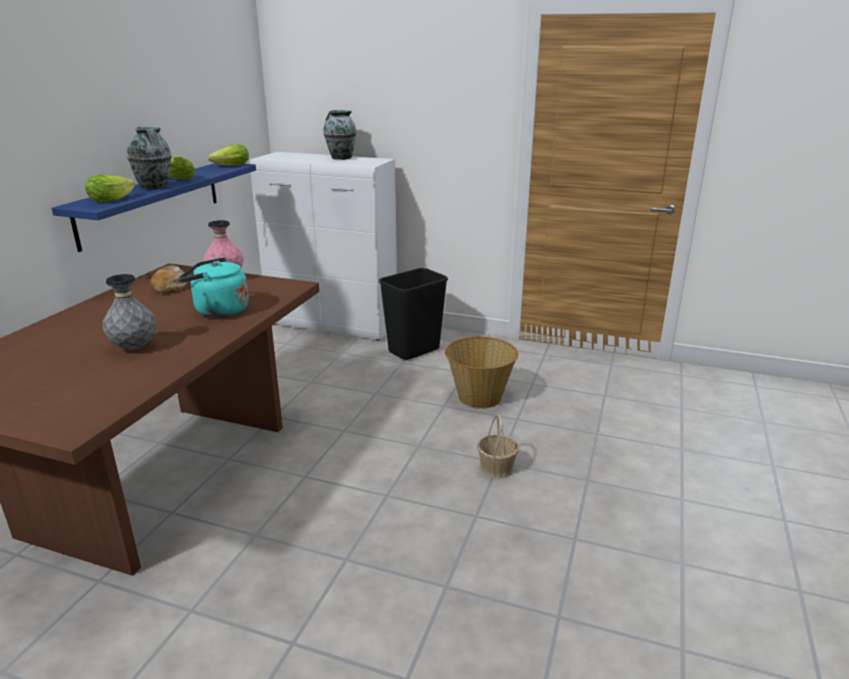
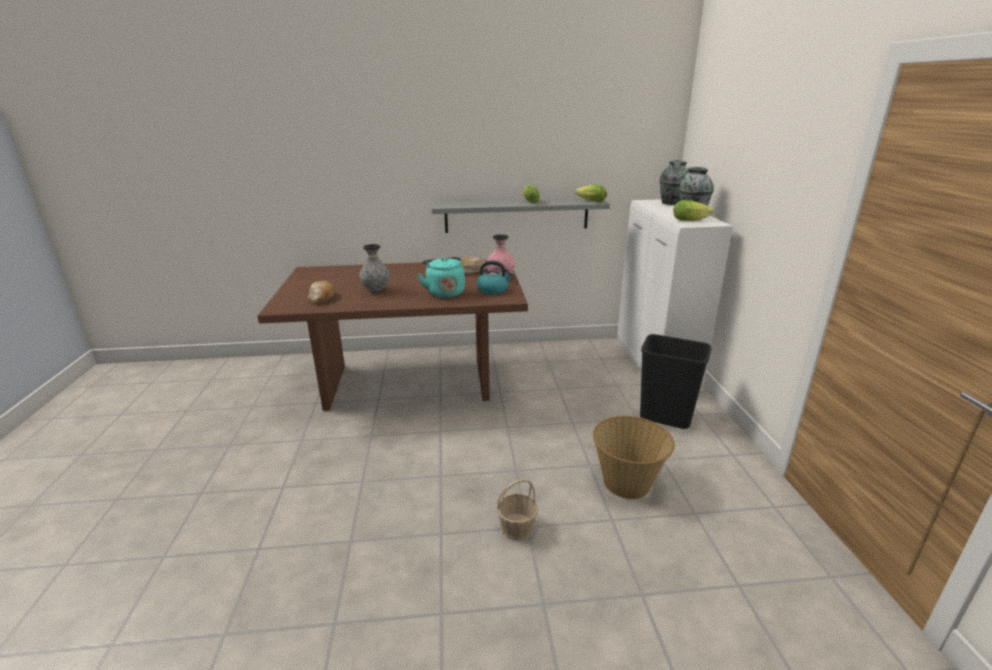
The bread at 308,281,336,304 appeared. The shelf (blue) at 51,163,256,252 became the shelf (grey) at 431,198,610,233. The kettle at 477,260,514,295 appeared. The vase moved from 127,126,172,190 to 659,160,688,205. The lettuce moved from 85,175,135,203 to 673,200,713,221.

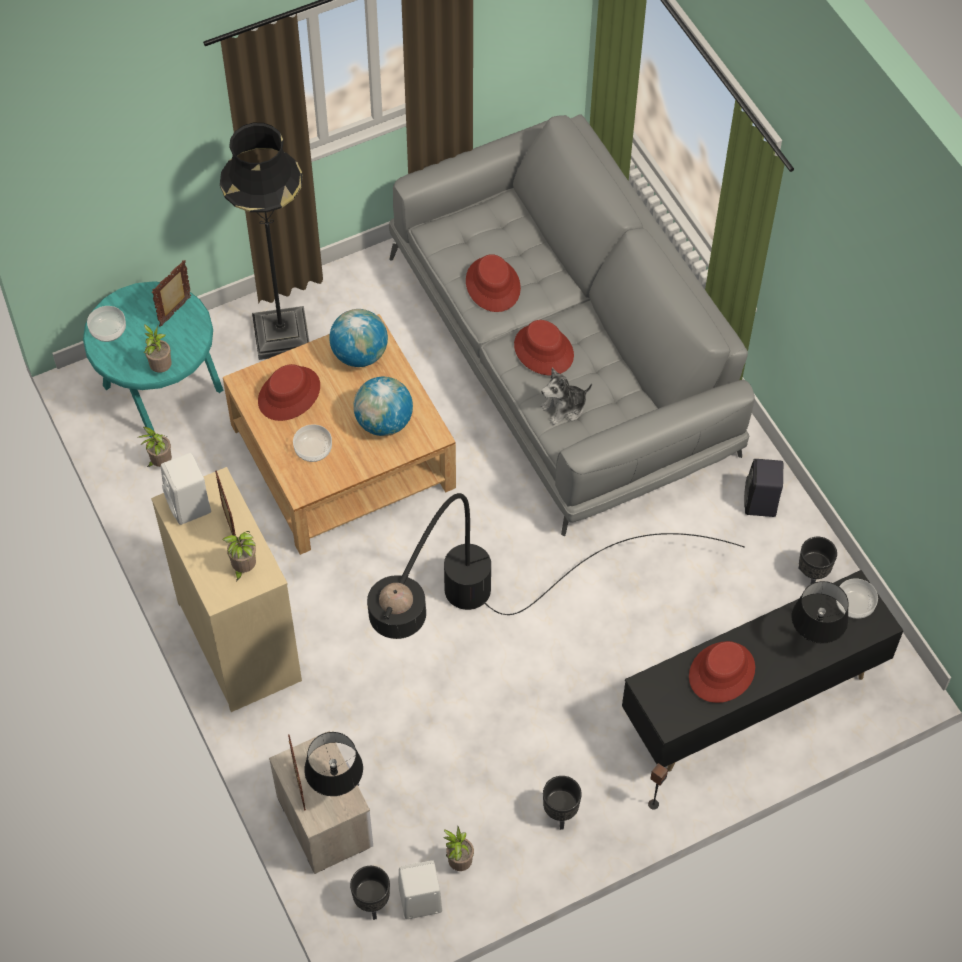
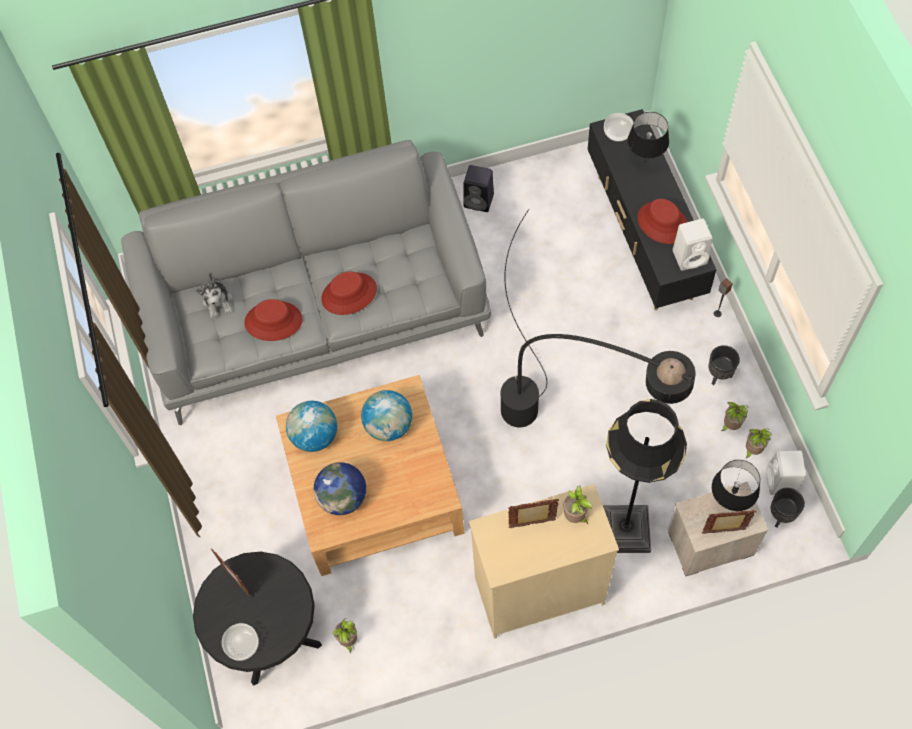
The side table (turquoise) at 83,281,223,438 became the side table (black) at 193,551,322,686. The plush toy moved from 541,368,592,425 to 196,273,233,319. The hat (red) at 258,364,320,421 was replaced by the globe at 314,462,366,515. The floor lamp (black) moved from 220,123,310,360 to 603,399,687,553. The speaker (white) moved from 161,453,211,525 to 673,219,712,271. The potted plant moved from 144,325,172,373 to 722,402,748,431. The bowl at 293,424,332,462 disappeared. The planter (black) at 798,537,837,585 disappeared.

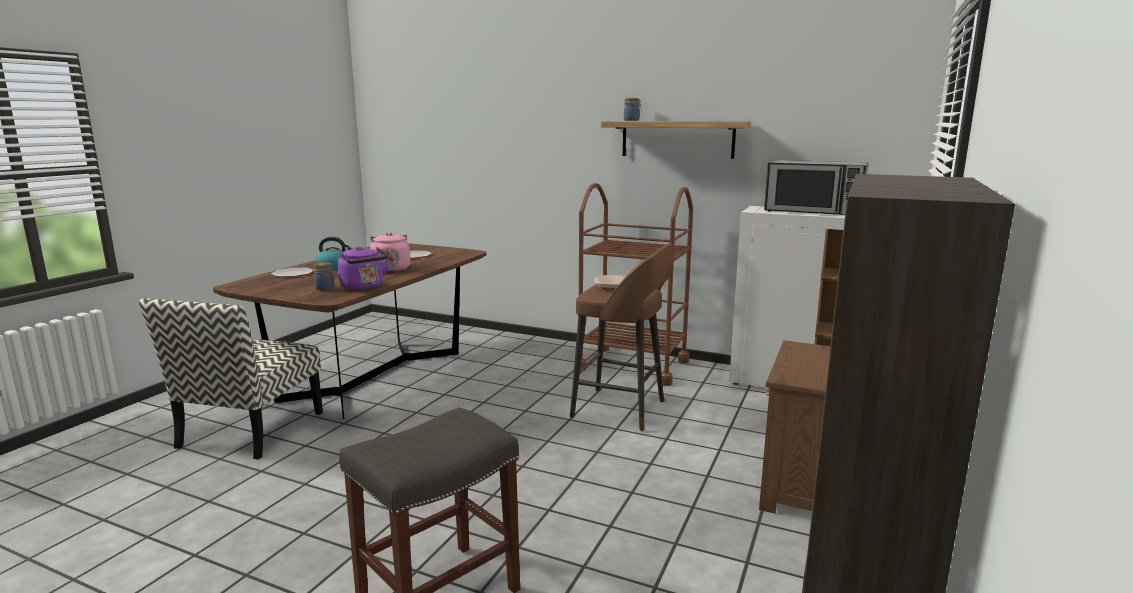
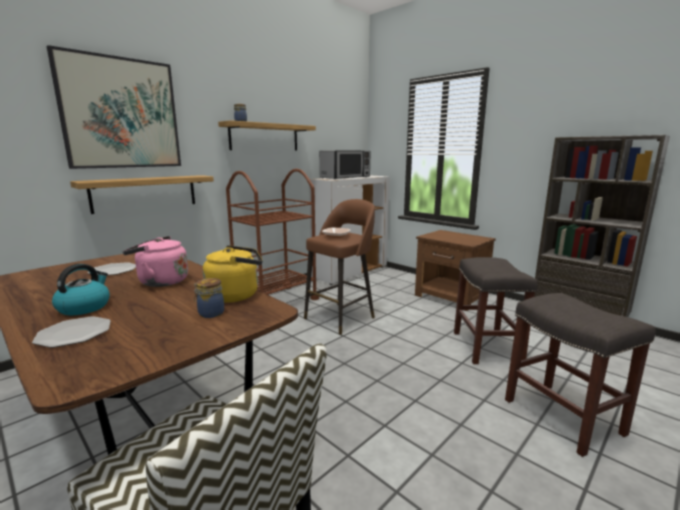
The picture at 47,45,181,169 appeared. The shelf at 70,175,214,214 appeared. The kettle (purple) at 338,246,389,290 became the kettle (yellow) at 203,245,263,303. The stool (grey) at 454,257,538,364 appeared.

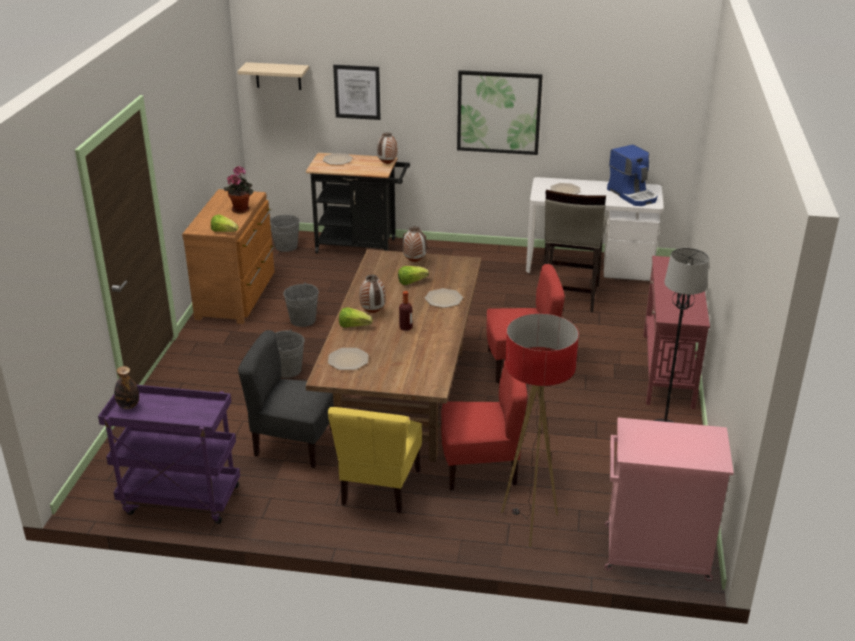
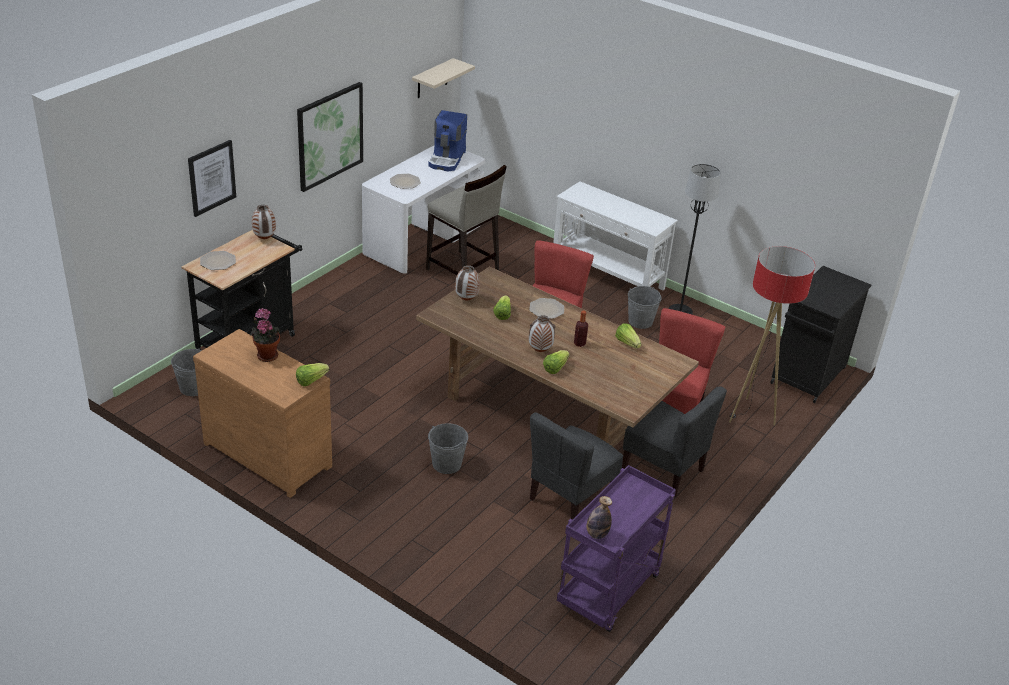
The shelf (beige) moved from 237,62,309,90 to 412,58,475,98. The coffee machine at 607,144,657,206 turned 105 degrees clockwise. The console table (red) at 643,256,710,409 became the console table (white) at 553,181,678,290. The lettuce at 615,323,641,349 appeared. The chair (yellow) at 328,407,422,513 became the chair (grey) at 622,386,727,498. The bucket (grey) moved from 283,282,319,327 to 628,286,662,329. The cabinet (pink) at 604,417,734,581 became the cabinet (black) at 770,266,871,403. The plate at 328,348,369,370 disappeared.

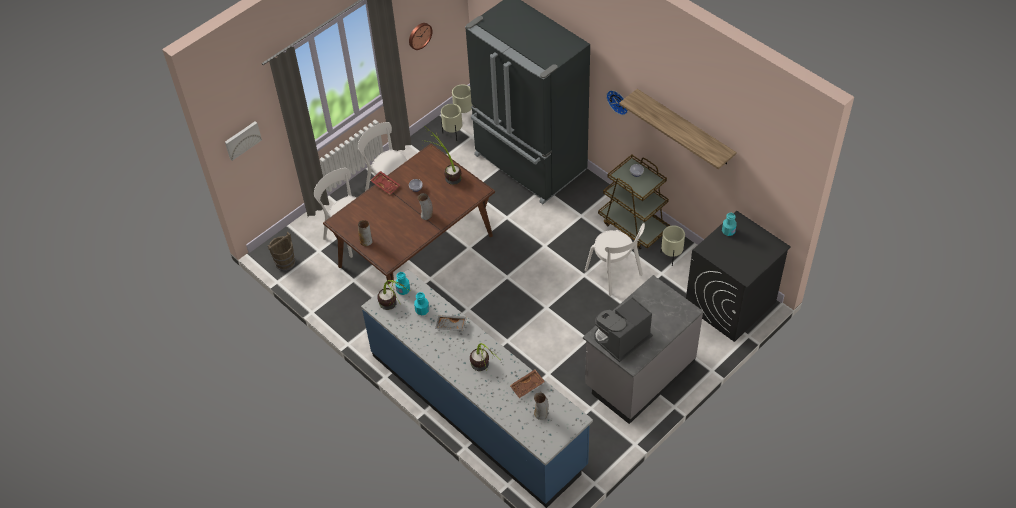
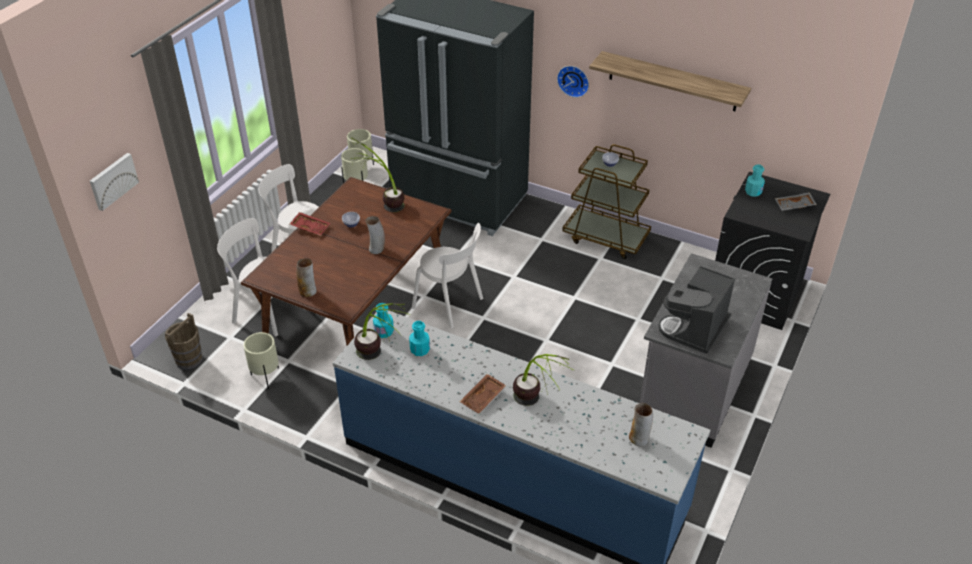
The planter (beige) moved from 661,225,685,266 to 243,332,279,389. The chair (white) moved from 585,223,645,296 to 412,223,483,328. The tray (brown) moved from 510,369,545,398 to 460,374,506,414. The tray (grey) moved from 435,315,467,331 to 775,192,817,211. The wall clock at 409,23,432,50 disappeared.

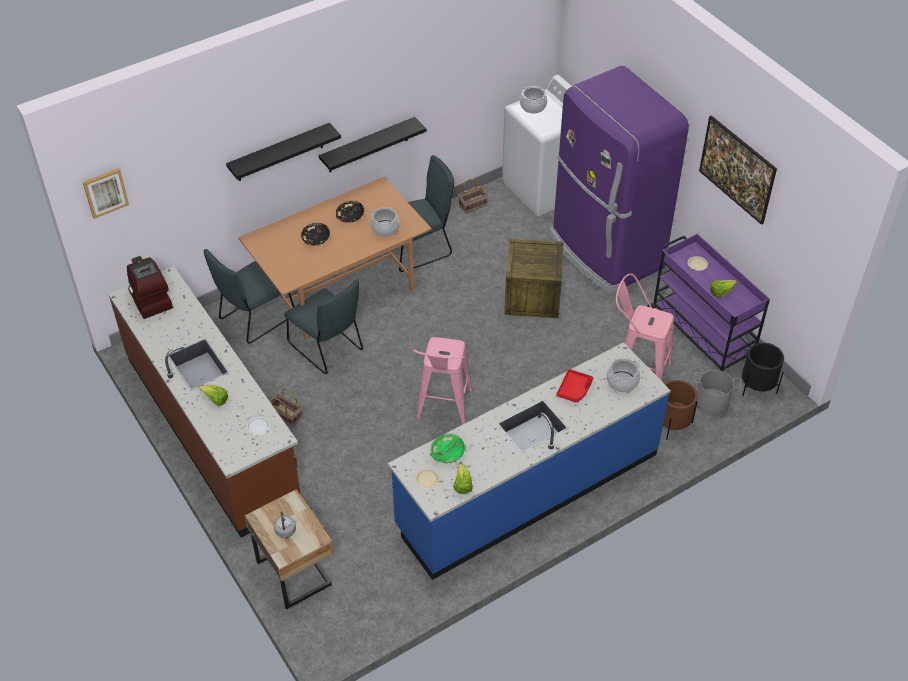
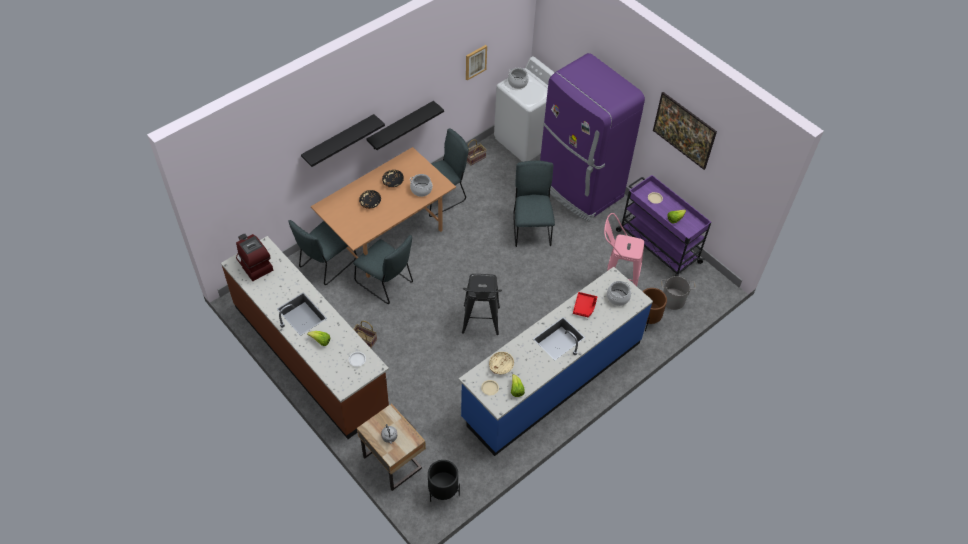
The planter (black) moved from 742,343,784,396 to 428,460,460,502. The stool (pink) at 413,337,473,425 became the stool (black) at 462,274,502,335. The picture moved from 83,168,129,219 to 466,45,487,80. The bowl (green) at 430,434,465,463 became the bowl (beige) at 489,352,514,374. The crate at 504,239,564,318 was replaced by the chair (grey) at 513,160,555,247.

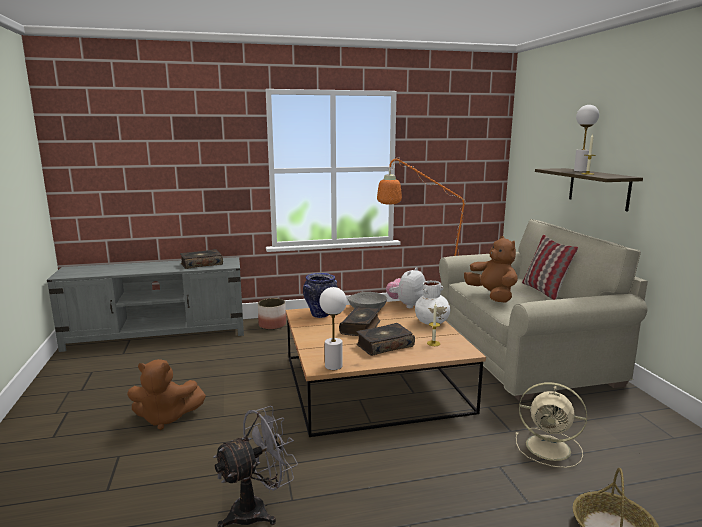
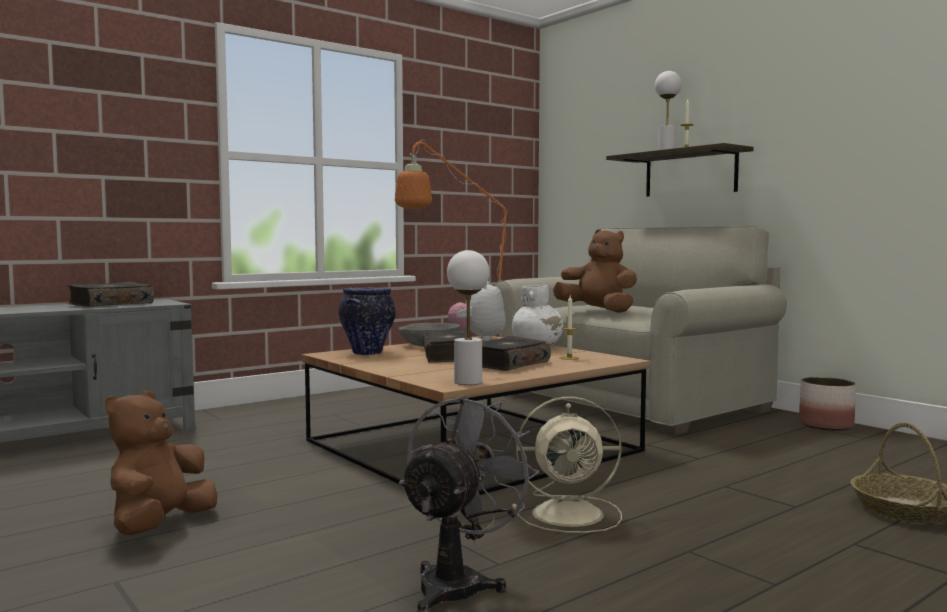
The plush toy (brown) at 127,359,206,430 turned 135 degrees clockwise. The fan (beige) moved from 516,382,587,468 to 512,396,622,533. The planter moved from 258,298,286,330 to 799,377,856,431. The pillow at 522,235,578,300 disappeared.

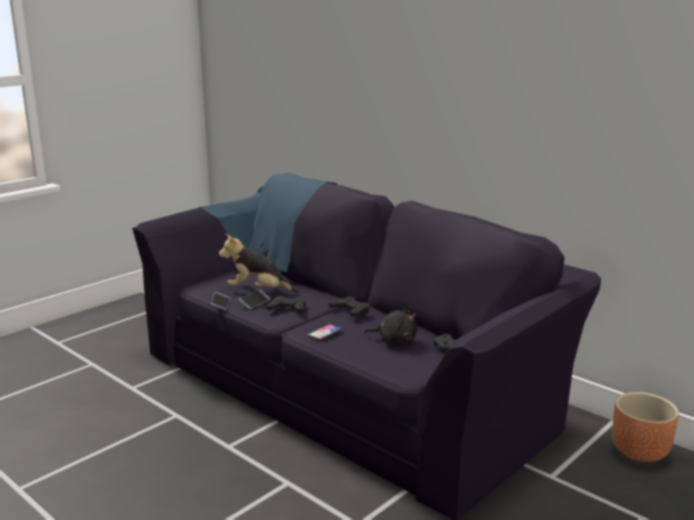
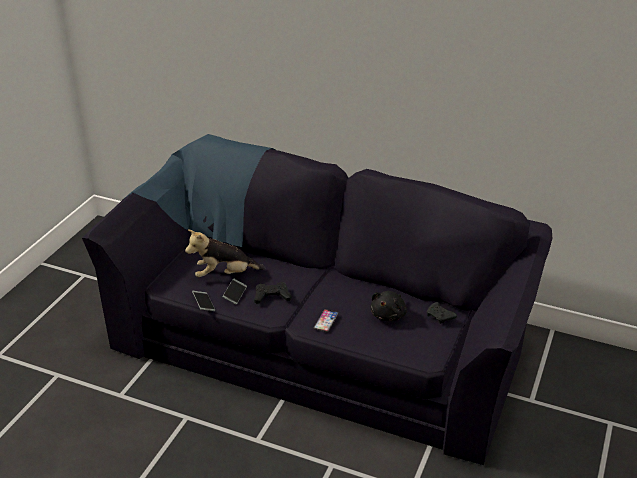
The plush toy (black) at 364,306,418,343 turned 120 degrees clockwise. The game controller (black) at 329,297,370,317 disappeared. The planter (brown) at 612,392,679,462 disappeared.

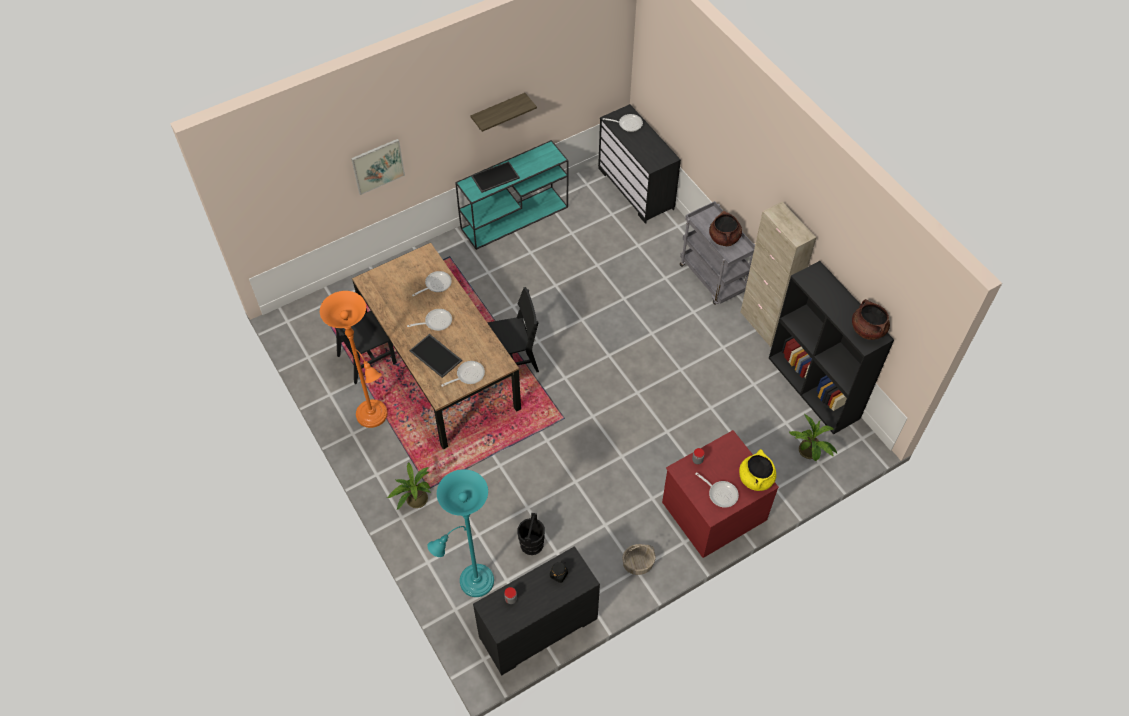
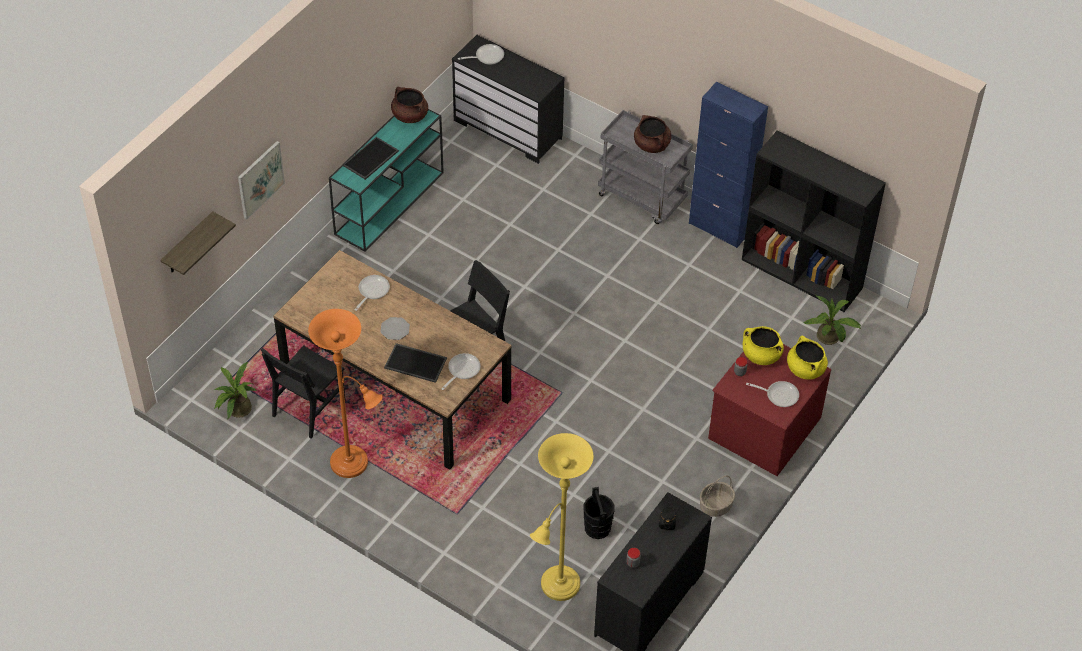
The shelf moved from 470,93,537,132 to 160,211,236,275. The potted plant moved from 387,462,431,509 to 214,362,257,418. The frying pan at 407,309,452,331 was replaced by the plate at 381,317,410,340. The cooking pot (brown) moved from 852,299,890,340 to 391,87,428,123. The floor lamp (turquoise) at 427,469,494,597 became the floor lamp (yellow) at 530,433,594,601. The cabinet (beige) at 740,202,816,347 became the cabinet (blue) at 689,82,768,248. The cooking pot (yellow) at 743,326,784,365 appeared.

